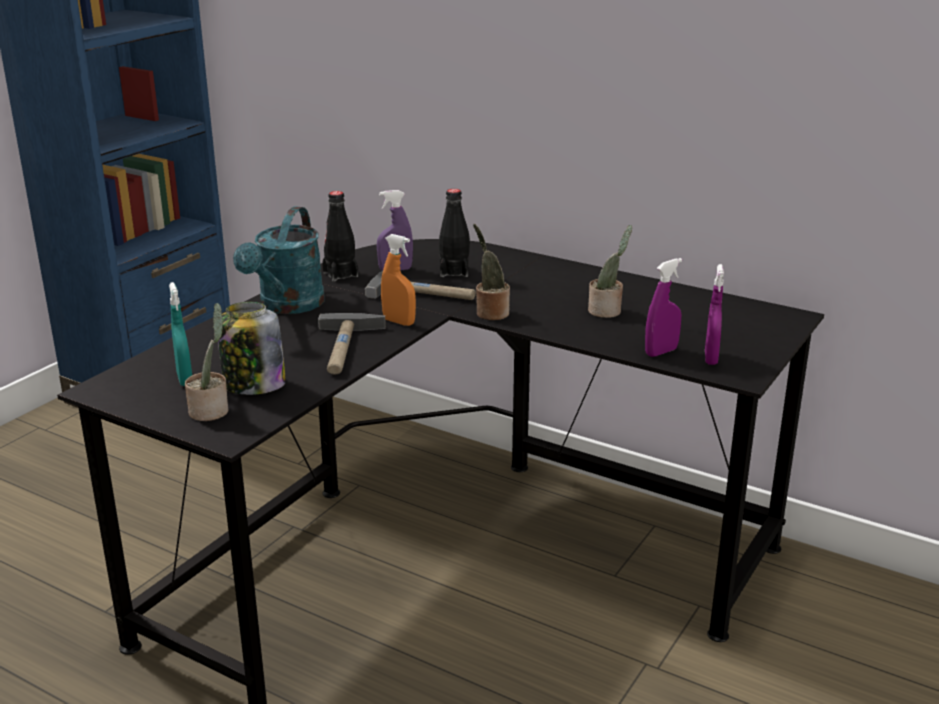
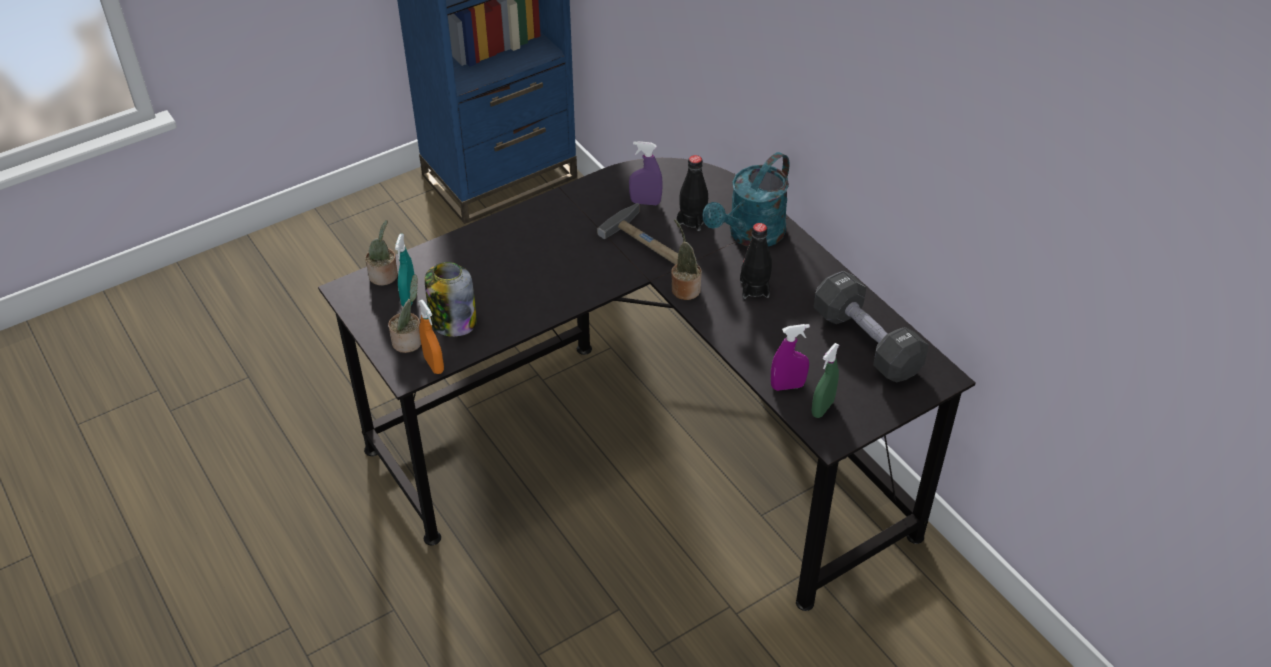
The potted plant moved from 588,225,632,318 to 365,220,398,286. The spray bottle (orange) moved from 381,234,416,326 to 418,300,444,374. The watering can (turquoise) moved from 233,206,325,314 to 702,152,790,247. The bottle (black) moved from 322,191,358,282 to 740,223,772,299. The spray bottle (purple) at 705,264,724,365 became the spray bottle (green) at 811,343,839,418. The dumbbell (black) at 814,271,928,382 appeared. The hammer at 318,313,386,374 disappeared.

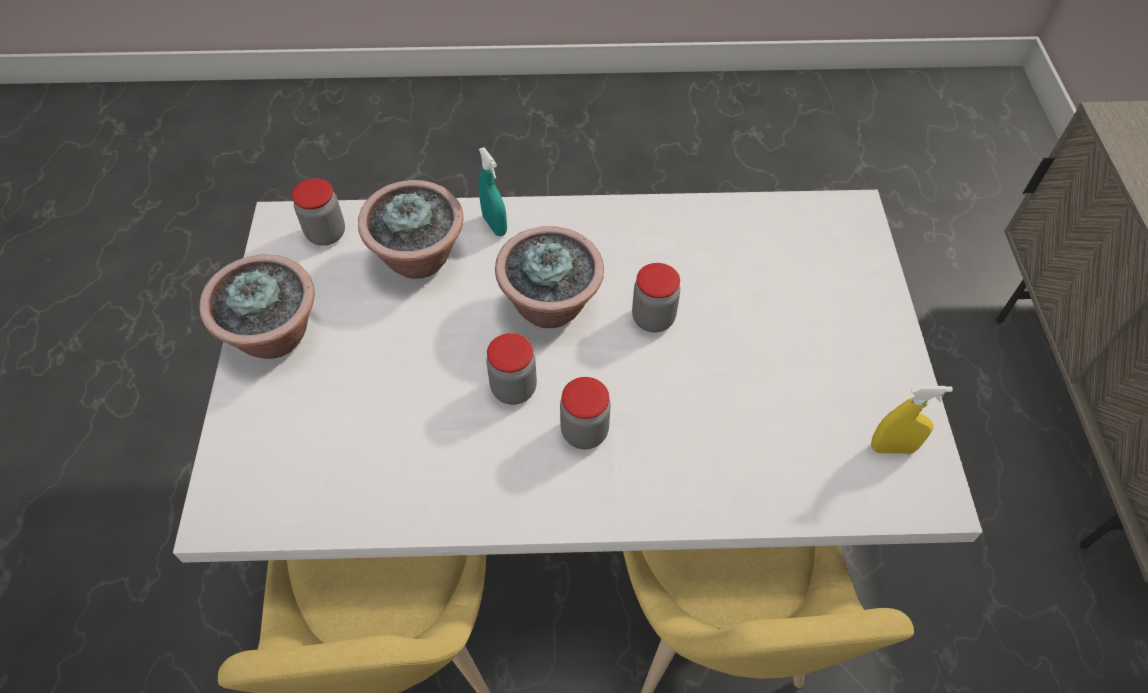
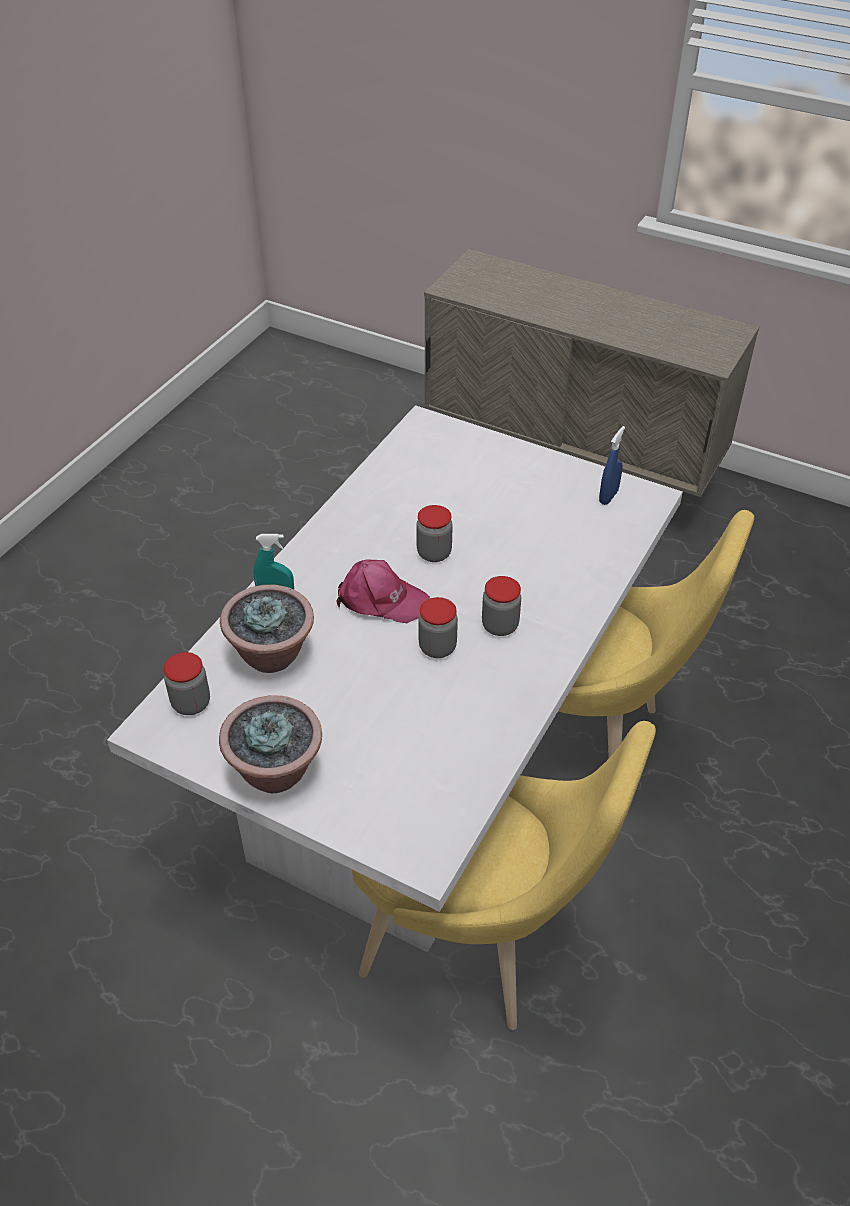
The potted plant at 495,226,604,328 was replaced by the cap (pink) at 336,559,430,623. The spray bottle (yellow) at 871,386,953,454 became the spray bottle (blue) at 599,426,625,505.

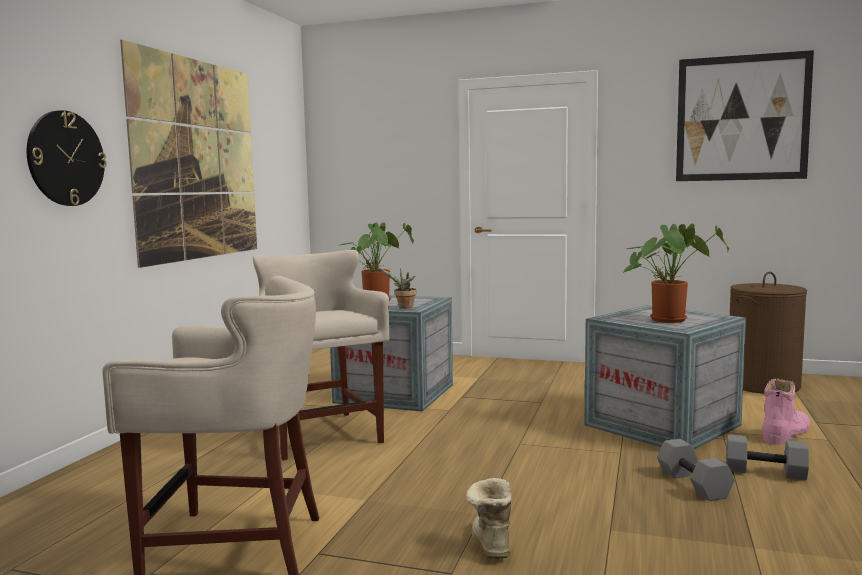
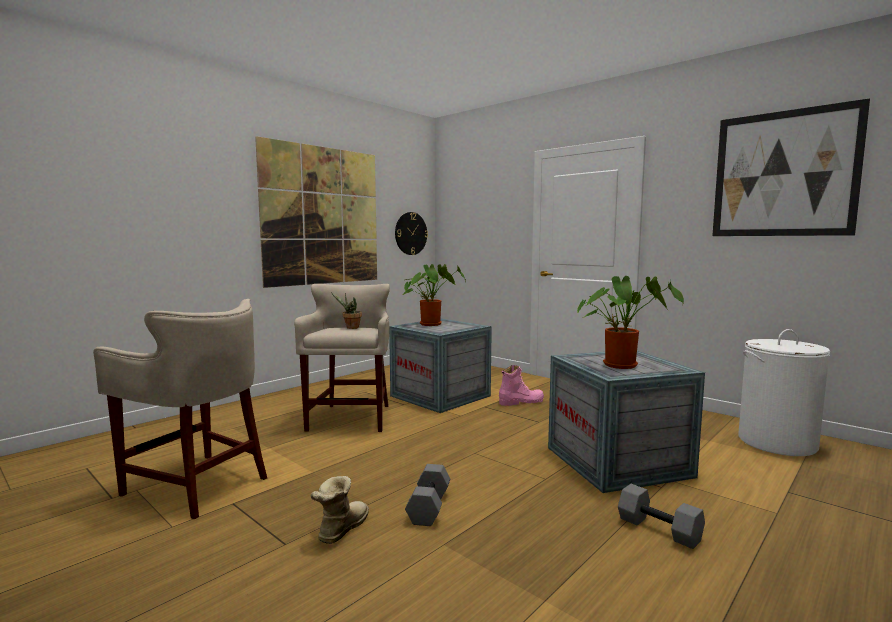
The potted plant moved from 380,268,417,309 to 331,292,362,329. The wall clock moved from 27,110,107,206 to 395,212,428,255. The dumbbell (grey) moved from 657,439,735,501 to 405,464,450,526. The boot (pink) moved from 762,379,810,445 to 499,365,544,406. The laundry basket (brown) at 730,271,807,394 became the laundry basket (white) at 738,329,830,456.

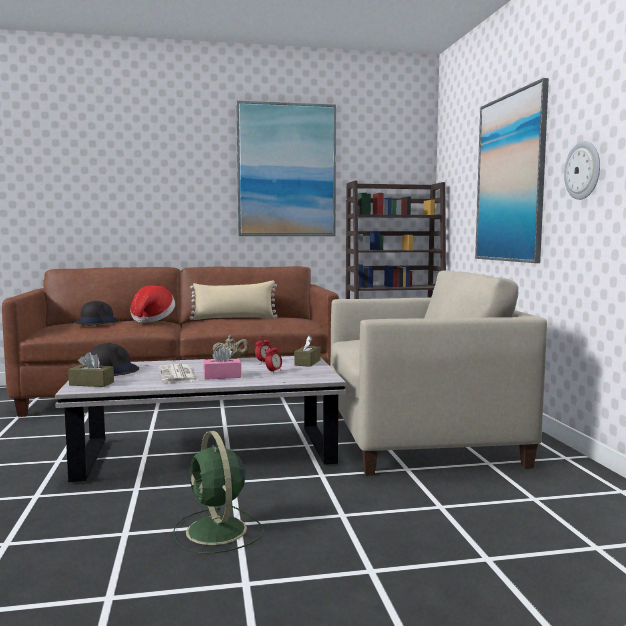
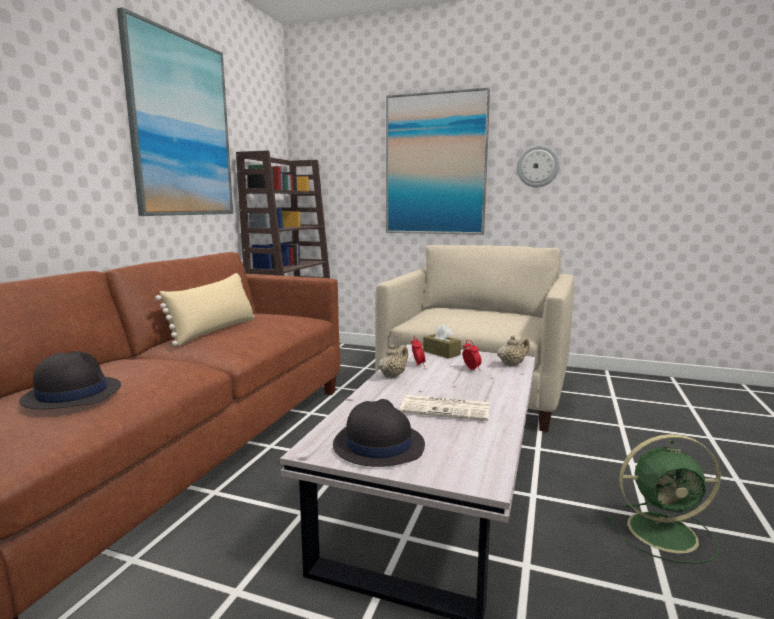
The teapot (beige) at 497,335,530,367 appeared. The tissue box (brown) at 68,352,114,387 disappeared. The hat at 130,286,175,323 disappeared. The tissue box (pink) at 203,346,242,380 disappeared.

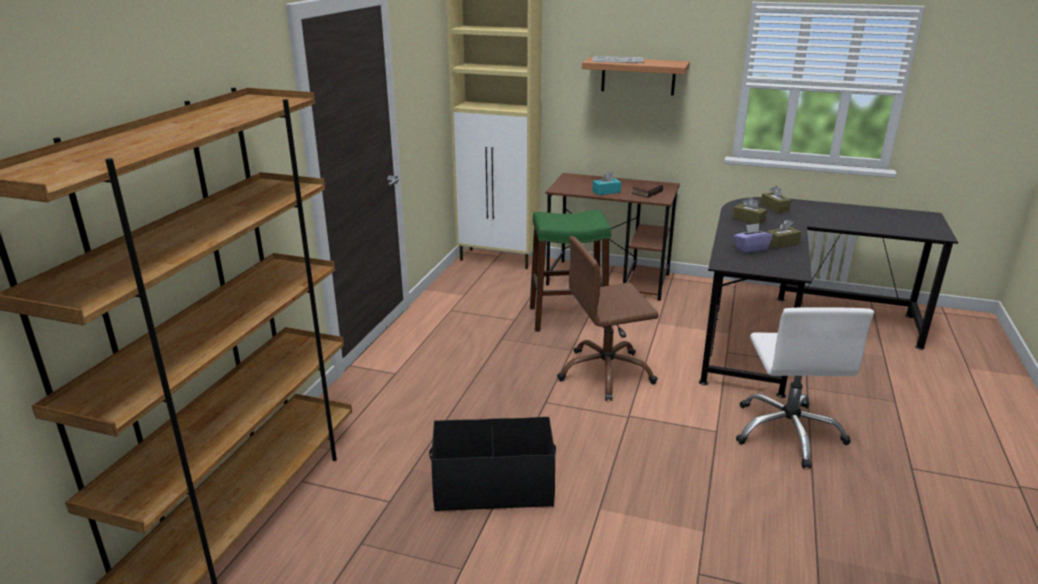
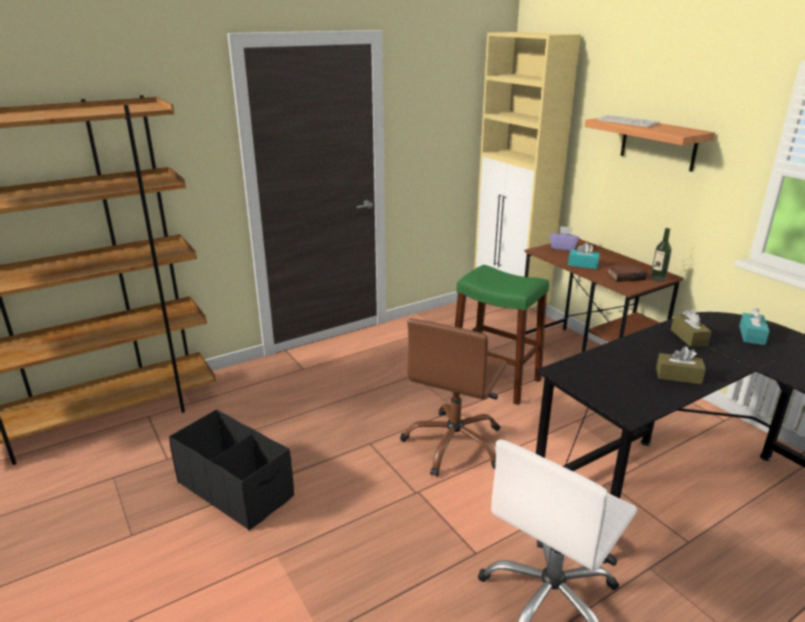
The office chair (brown) at 557,236,659,401 turned 90 degrees counterclockwise. The tissue box (purple) moved from 734,223,773,253 to 550,226,580,251. The bottle at 651,228,672,282 appeared. The tissue box (brown) at 761,186,791,213 became the tissue box (turquoise) at 739,307,770,345.

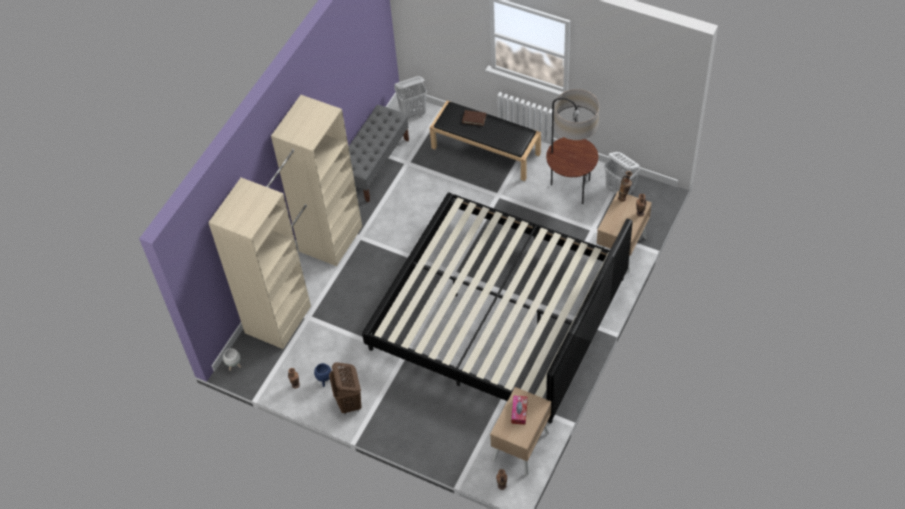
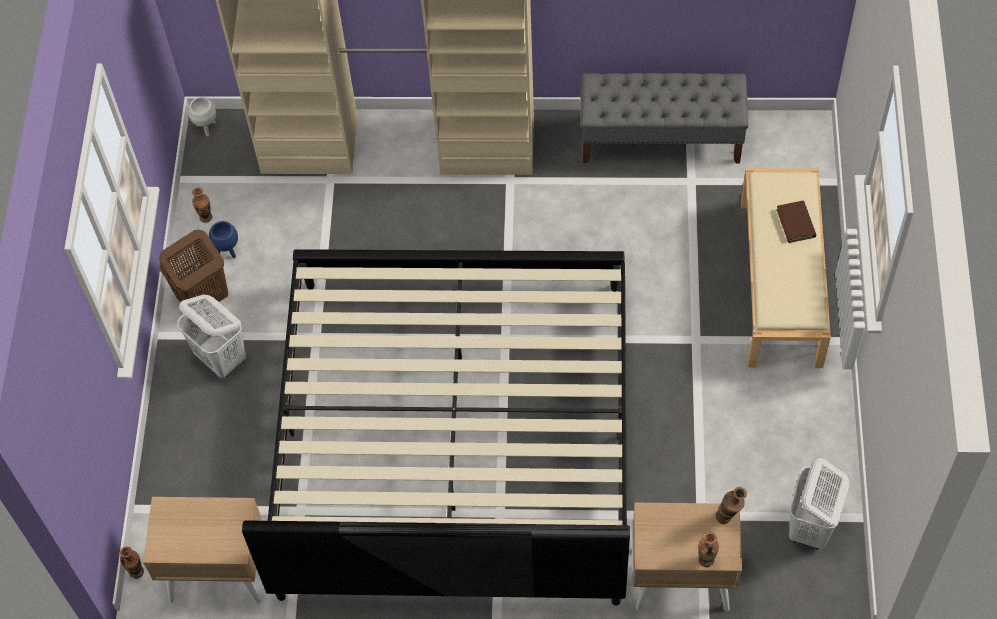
The laundry basket (white) moved from 394,76,427,119 to 177,295,246,378. The bench (black) at 429,101,541,181 became the bench (beige) at 741,168,831,368. The tissue box at 511,395,528,425 disappeared. The floor lamp at 546,89,599,204 disappeared.

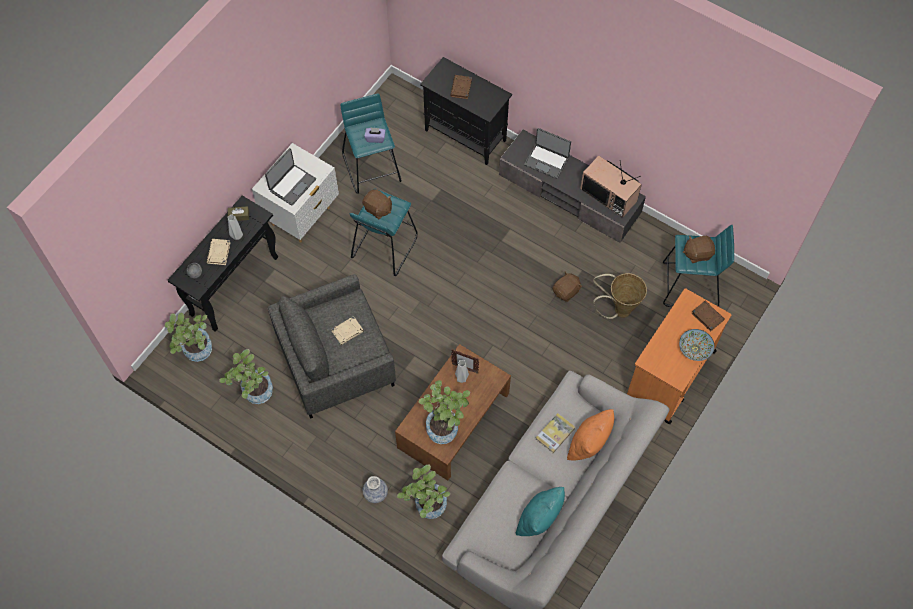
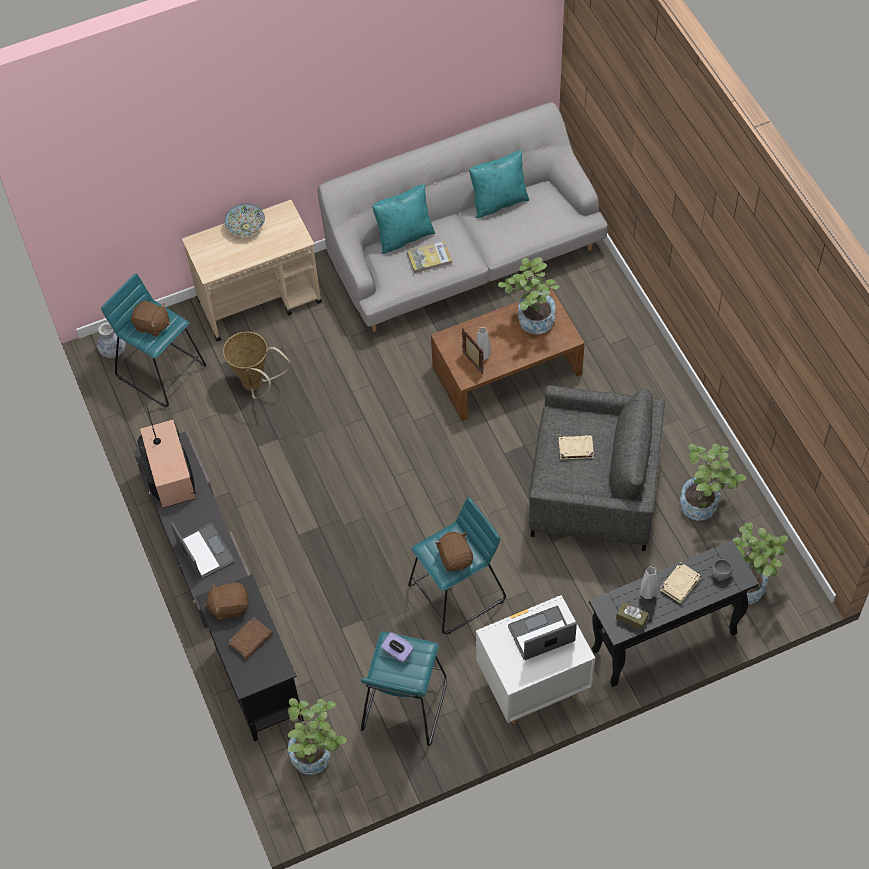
The vase moved from 363,476,388,503 to 97,322,126,358. The cart (orange) at 627,288,732,424 became the cart (beige) at 182,200,322,341. The plush toy (brown) moved from 553,271,582,302 to 204,583,249,620. The potted plant moved from 397,465,450,519 to 288,698,347,774. The pillow (orange) at 567,409,614,461 became the pillow (turquoise) at 372,184,435,254. The book (brown) at 692,301,725,332 disappeared.

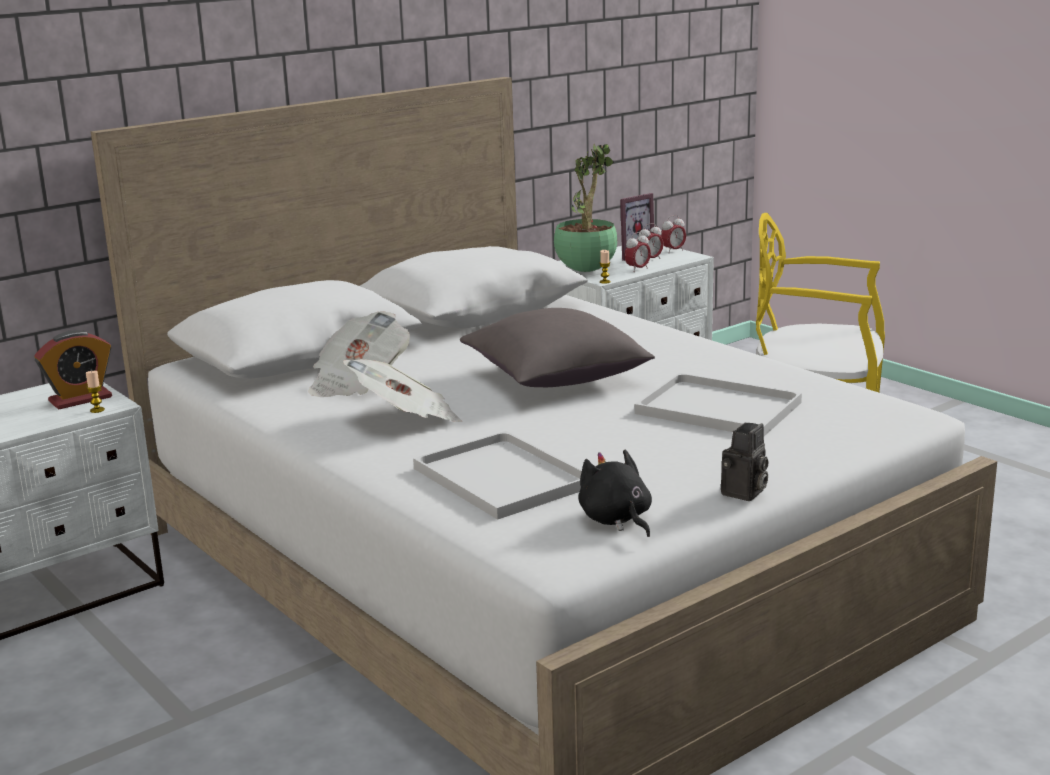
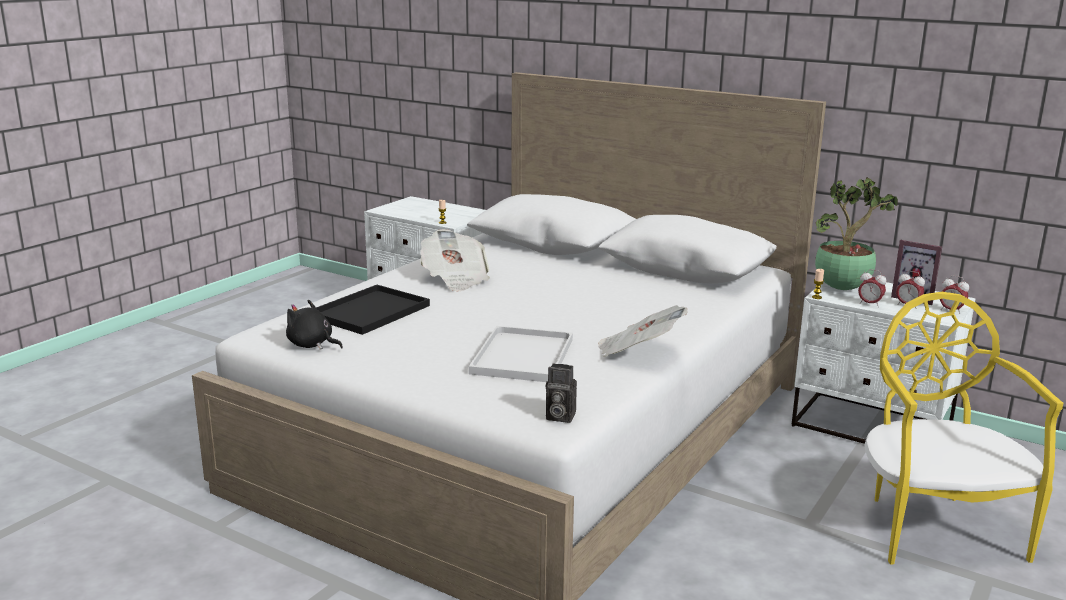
The plush toy (black) at 578,450,652,537 turned 105 degrees counterclockwise. The tray (white) at 413,431,582,520 became the tray (black) at 316,285,430,335. The photo camera moved from 721,423,769,501 to 546,363,577,423. The newspaper moved from 308,311,410,397 to 598,305,688,357. The alarm clock at 34,330,112,409 disappeared. The pillow (grey) at 460,308,655,387 disappeared.

